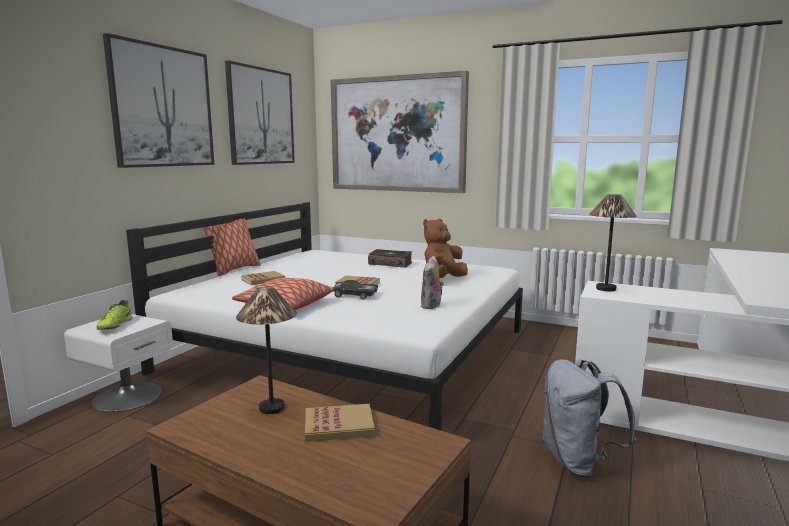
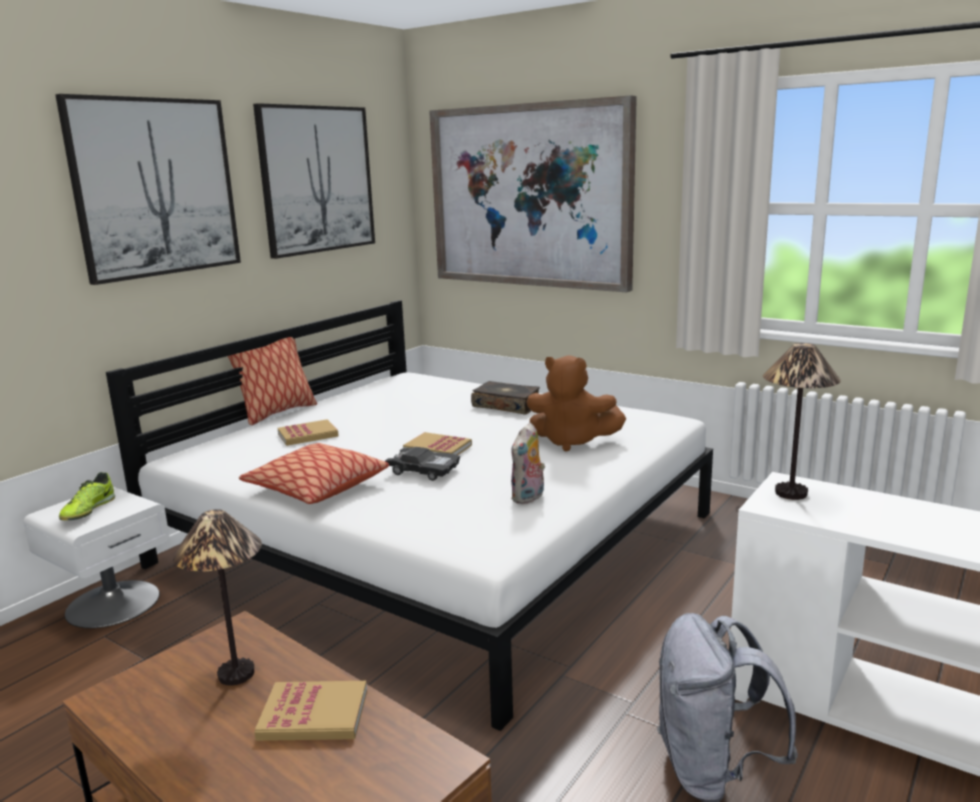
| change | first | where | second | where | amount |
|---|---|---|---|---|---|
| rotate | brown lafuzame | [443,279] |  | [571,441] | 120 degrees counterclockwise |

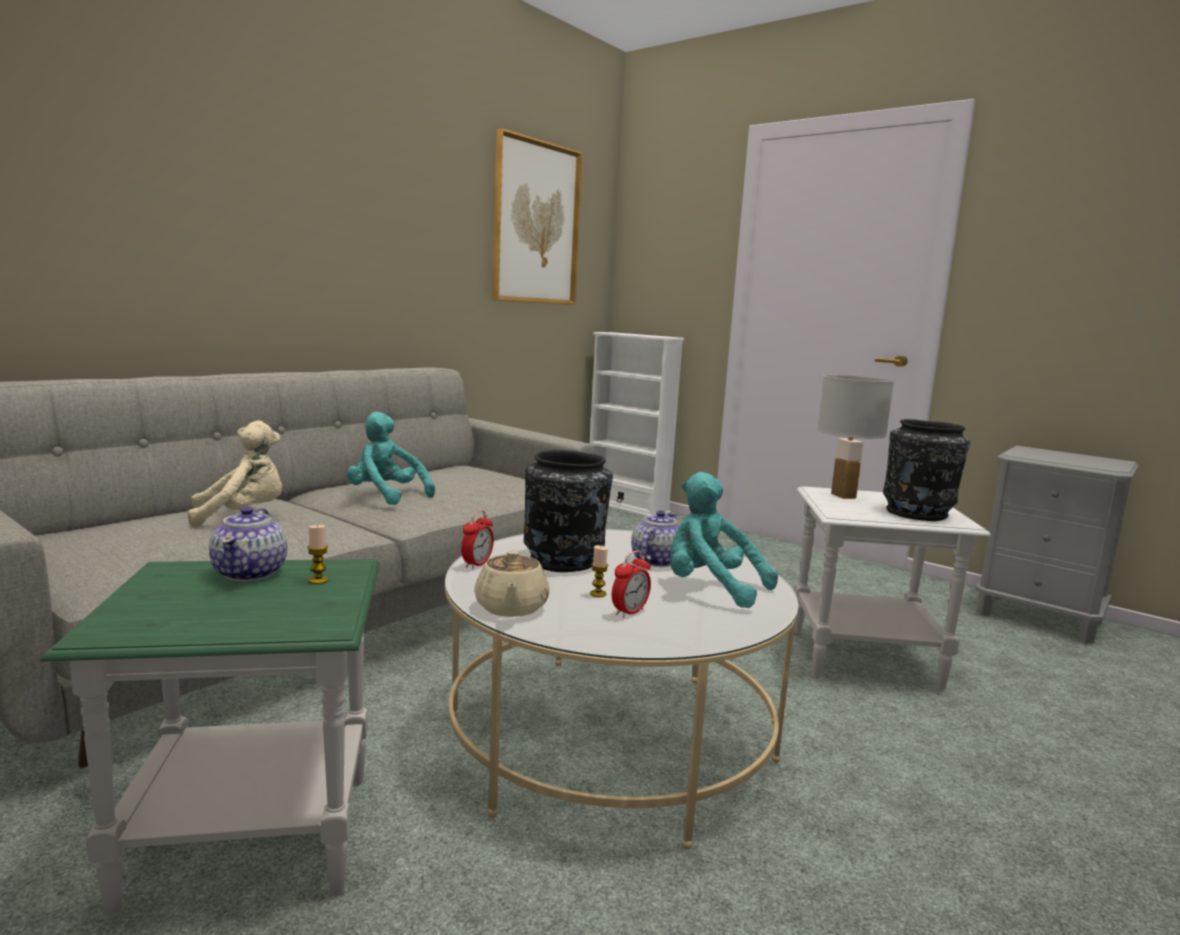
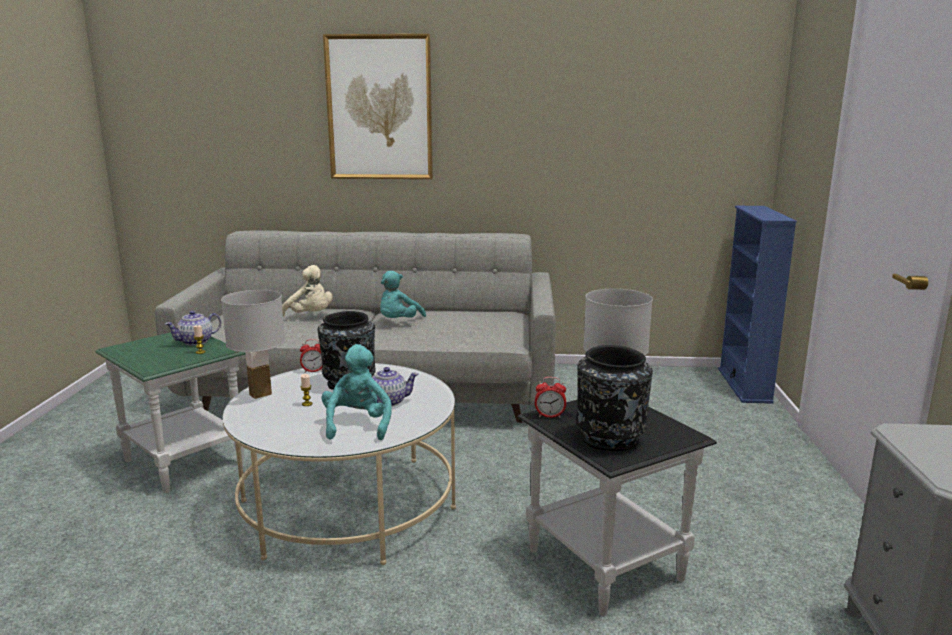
| change | first | where | second | where | amount |
|---|---|---|---|---|---|
| replace | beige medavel | [511,608] | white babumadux | [260,394] |  |
| move | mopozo | [536,223] |  | [379,108] |  |
| rotate | turquoise lafuzame | [386,496] |  | [398,322] | 150 degrees counterclockwise |
| recolor | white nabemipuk | [865,658] | black nabemipuk | [606,565] |  |
| move | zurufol | [629,612] |  | [550,416] |  |
| recolor | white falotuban | [626,507] | blue falotuban | [744,385] |  |

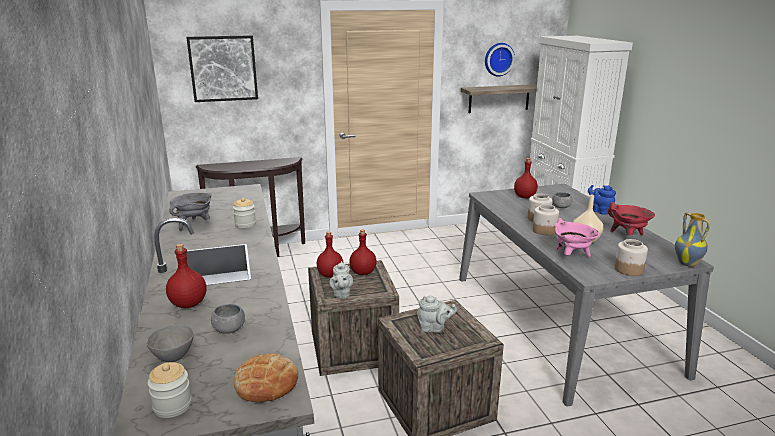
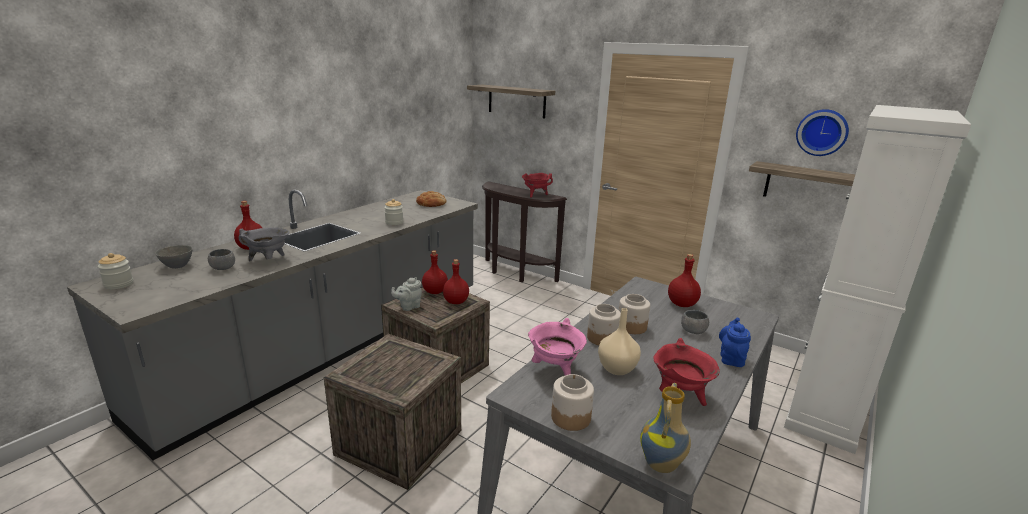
| change | first | where | second | where | amount |
|---|---|---|---|---|---|
| move | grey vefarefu | [194,225] |  | [268,261] |  |
| move | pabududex | [266,383] |  | [431,203] |  |
| replace | mopozo | [223,68] | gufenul | [516,101] |  |
| insert |  |  | red vefarefu | [535,195] |  |
| delete | grey medavel | [434,328] |  |  |  |

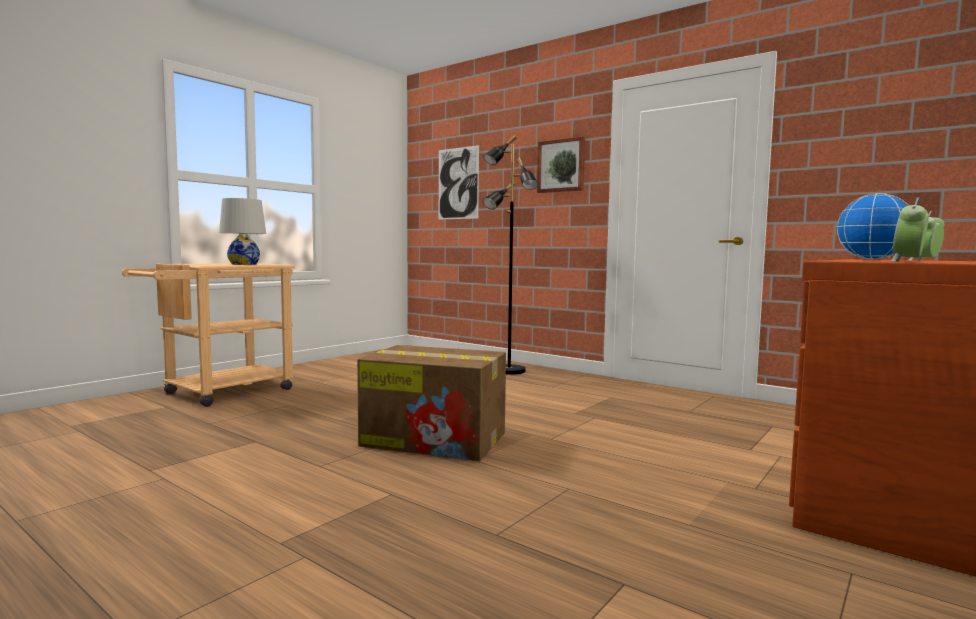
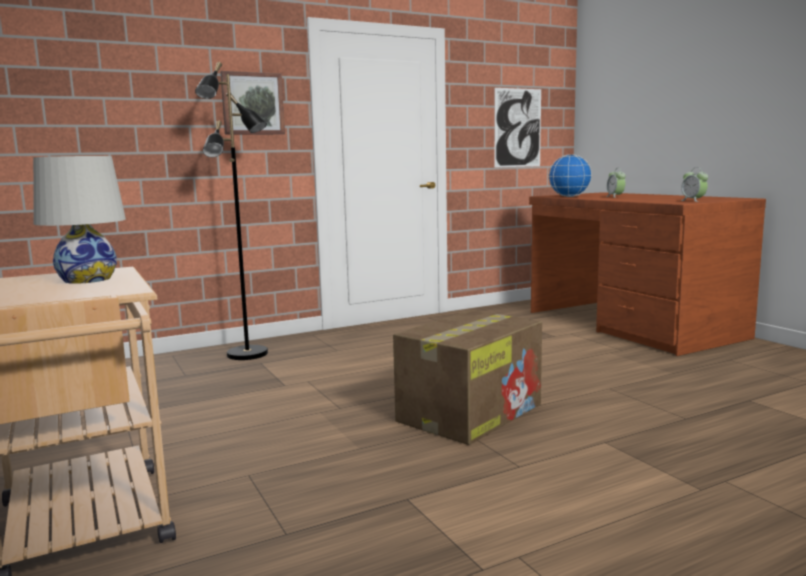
| change | first | where | second | where | amount |
|---|---|---|---|---|---|
| move | mopozo | [458,183] |  | [517,128] |  |

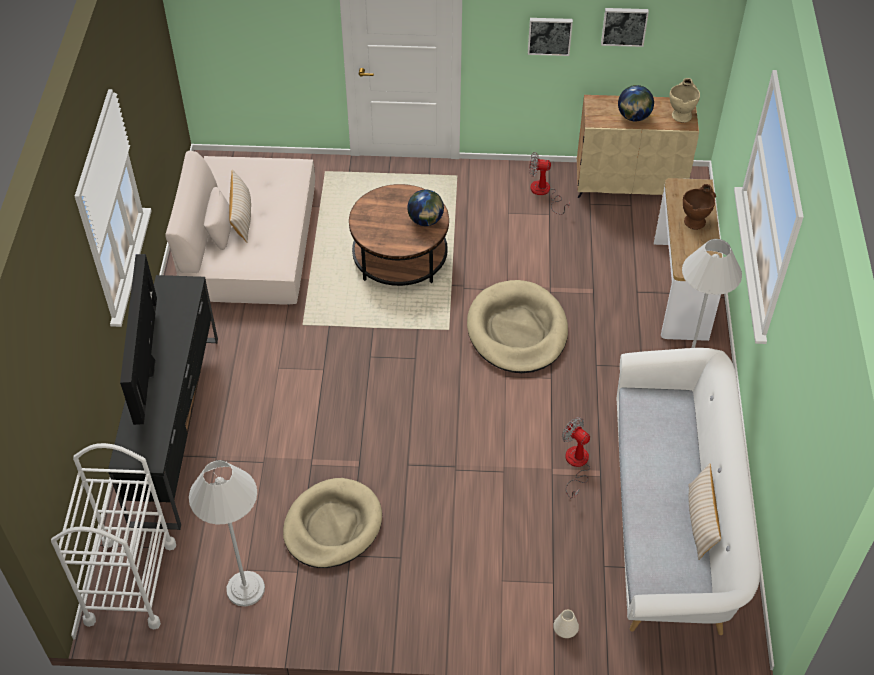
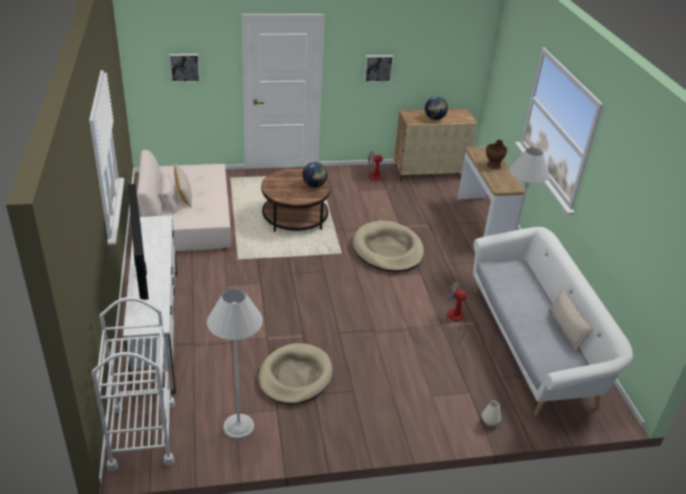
| change | first | where | second | where | amount |
|---|---|---|---|---|---|
| recolor | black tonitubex | [176,427] | white tonitubex | [157,328] |  |
| move | mopozo | [624,26] |  | [184,67] |  |
| delete | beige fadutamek | [681,113] |  |  |  |

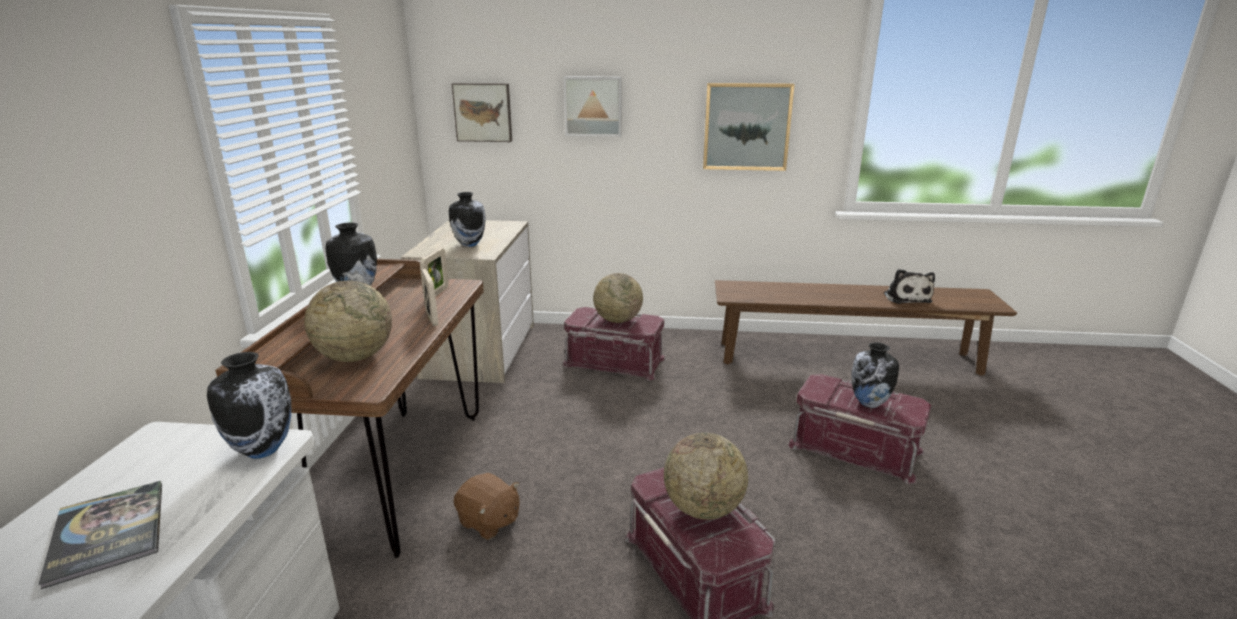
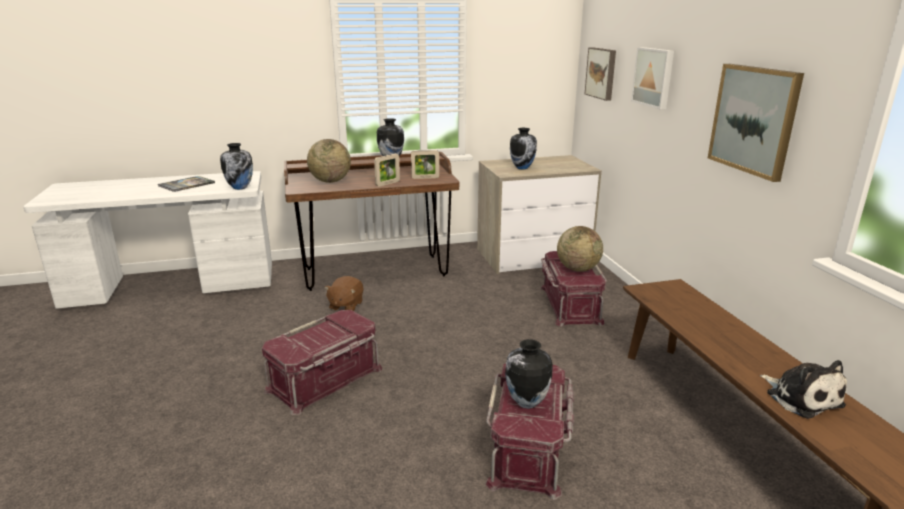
| change | first | where | second | where | amount |
|---|---|---|---|---|---|
| rotate | lafuzame | [906,297] |  | [801,397] | 90 degrees counterclockwise |
| delete | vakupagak | [703,509] |  |  |  |

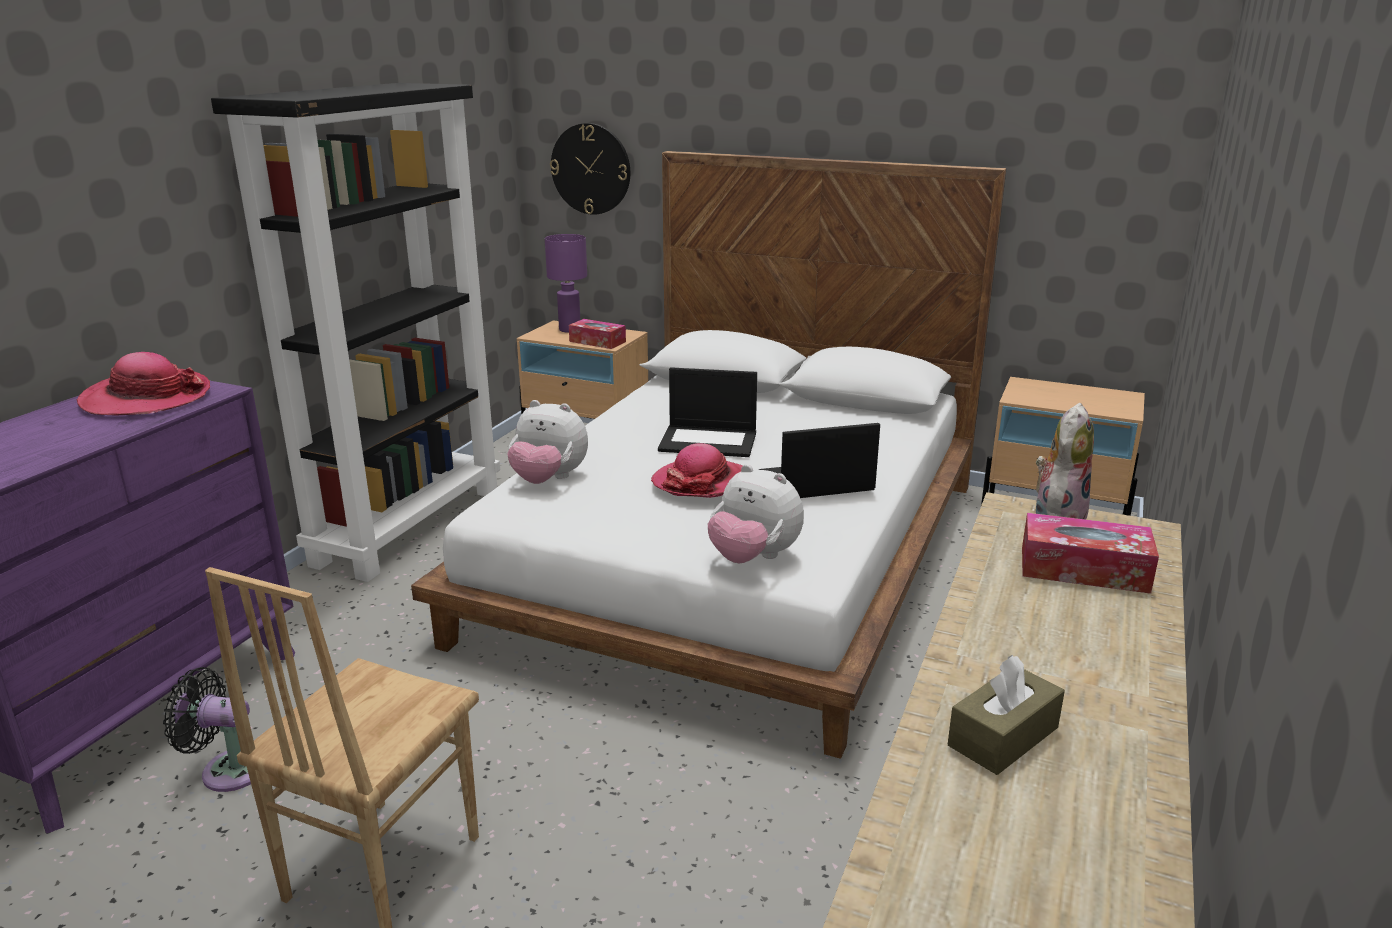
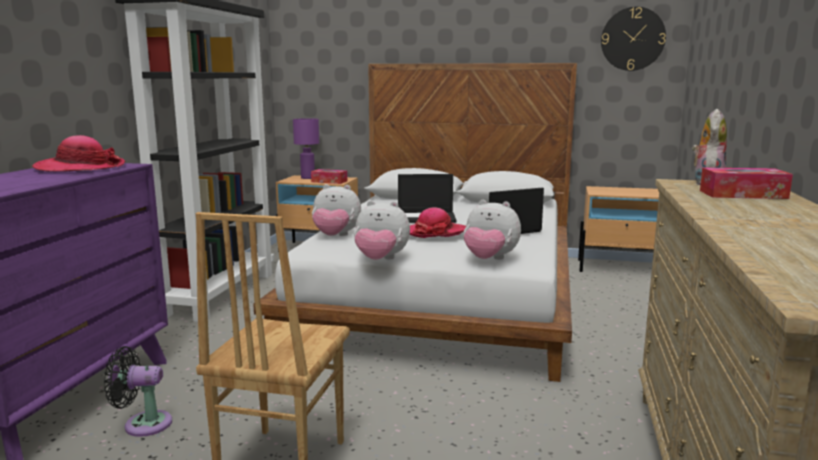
| change | first | where | second | where | amount |
|---|---|---|---|---|---|
| insert |  |  | lafuzame | [380,260] |  |
| move | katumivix | [591,169] |  | [632,39] |  |
| delete | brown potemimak | [1003,736] |  |  |  |

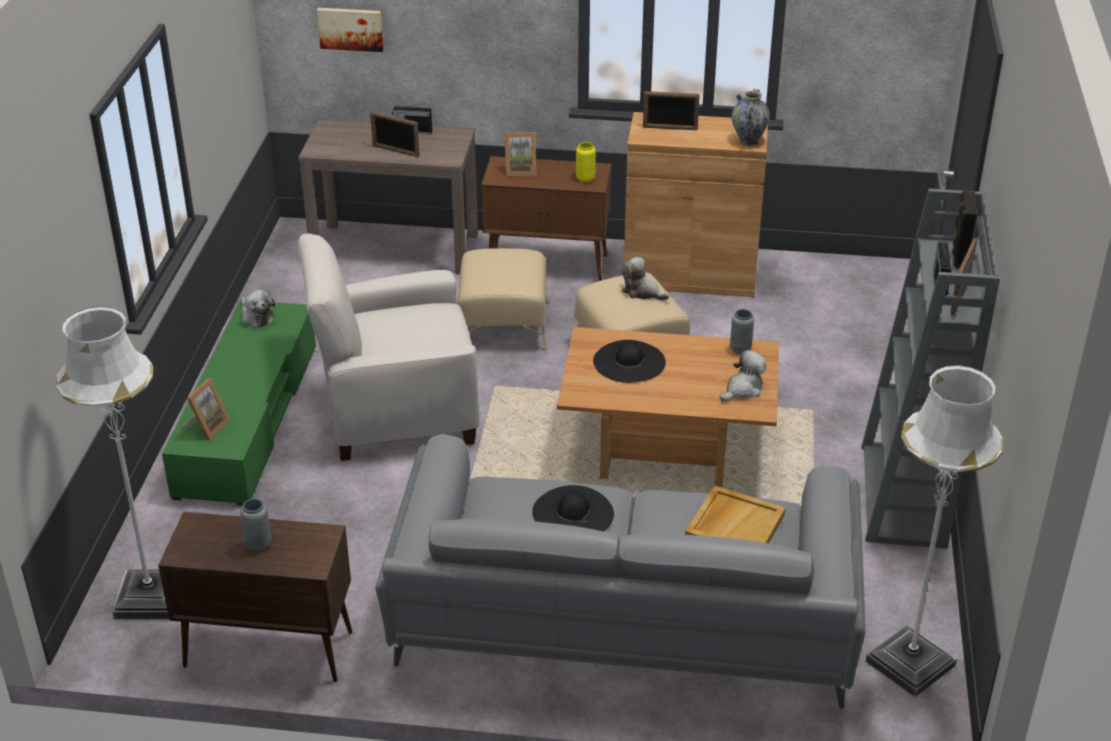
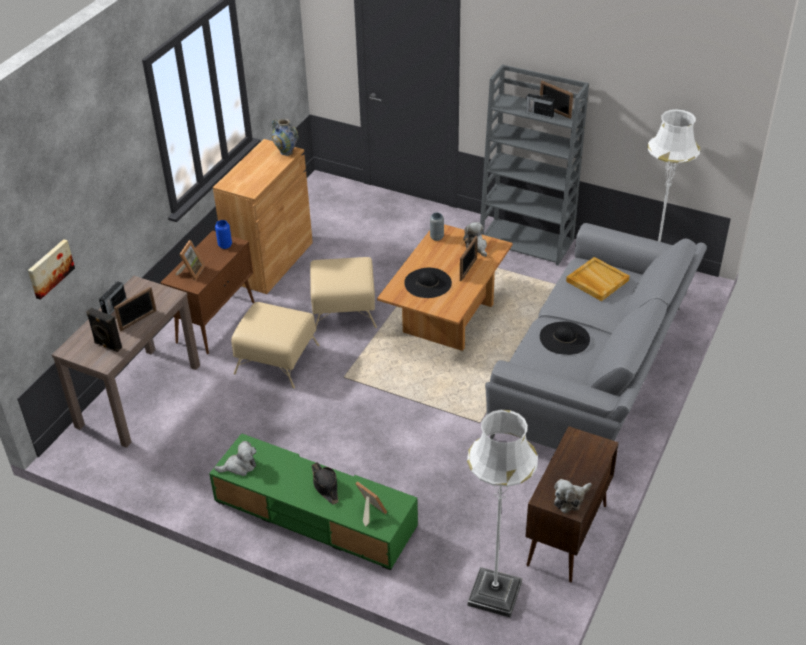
| change | first | where | second | where | amount |
|---|---|---|---|---|---|
| move | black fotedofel | [958,256] |  | [107,346] |  |
| recolor | yellow fadutamek | [585,179] | blue fadutamek | [225,245] |  |
| insert |  |  | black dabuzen | [325,486] |  |
| move | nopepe | [670,128] |  | [468,269] |  |
| move | lafuzame | [642,292] |  | [570,500] |  |
| delete | grey fadutamek | [258,544] |  |  |  |
| delete | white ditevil | [396,411] |  |  |  |

